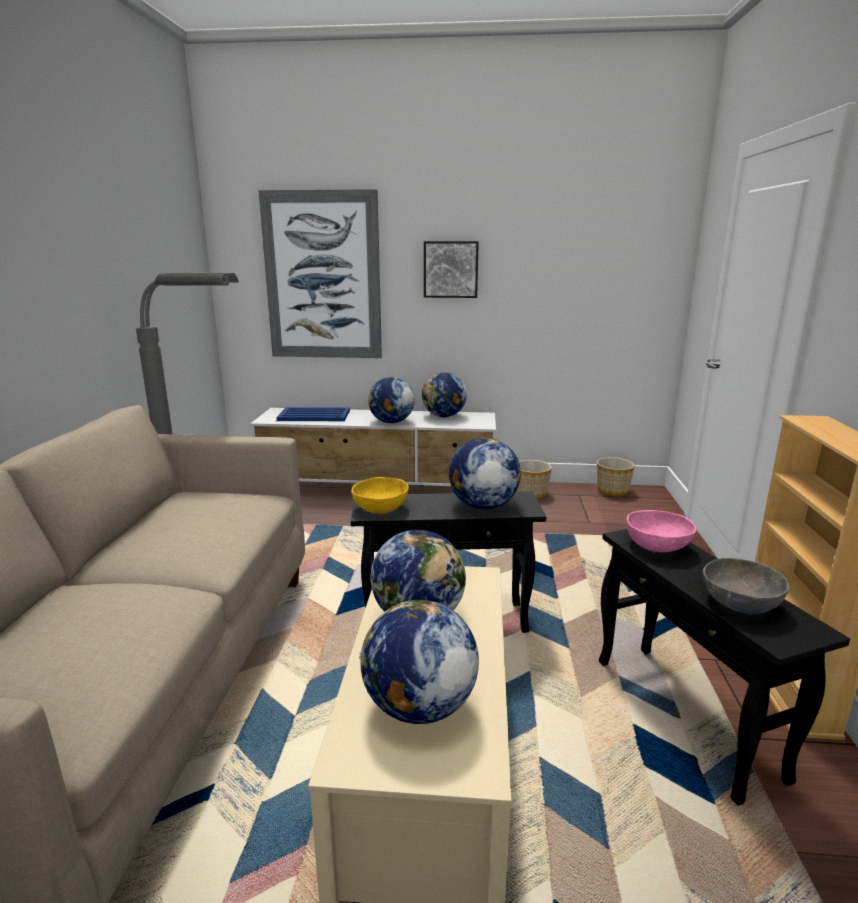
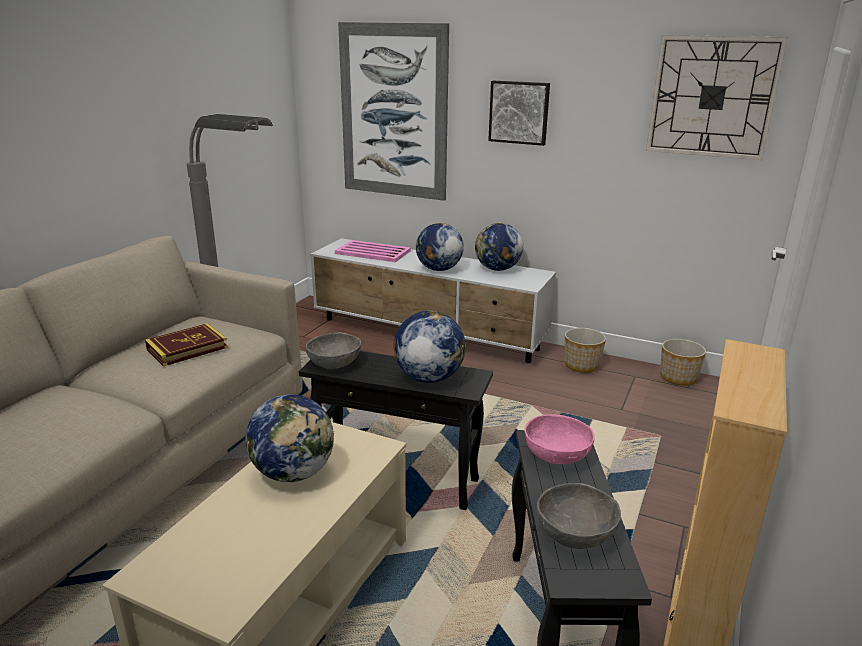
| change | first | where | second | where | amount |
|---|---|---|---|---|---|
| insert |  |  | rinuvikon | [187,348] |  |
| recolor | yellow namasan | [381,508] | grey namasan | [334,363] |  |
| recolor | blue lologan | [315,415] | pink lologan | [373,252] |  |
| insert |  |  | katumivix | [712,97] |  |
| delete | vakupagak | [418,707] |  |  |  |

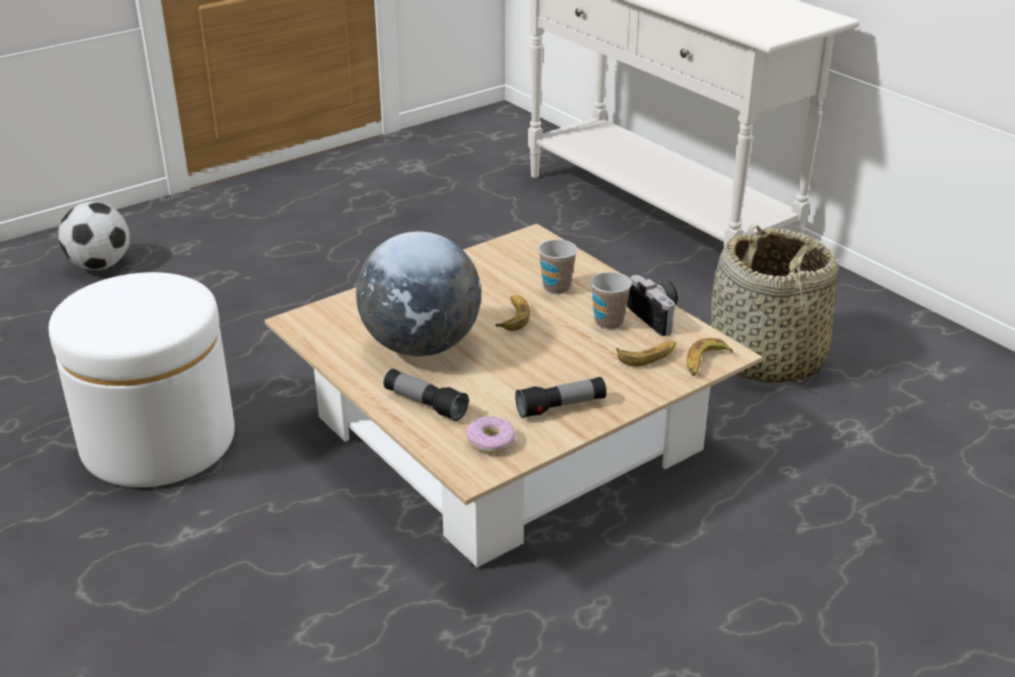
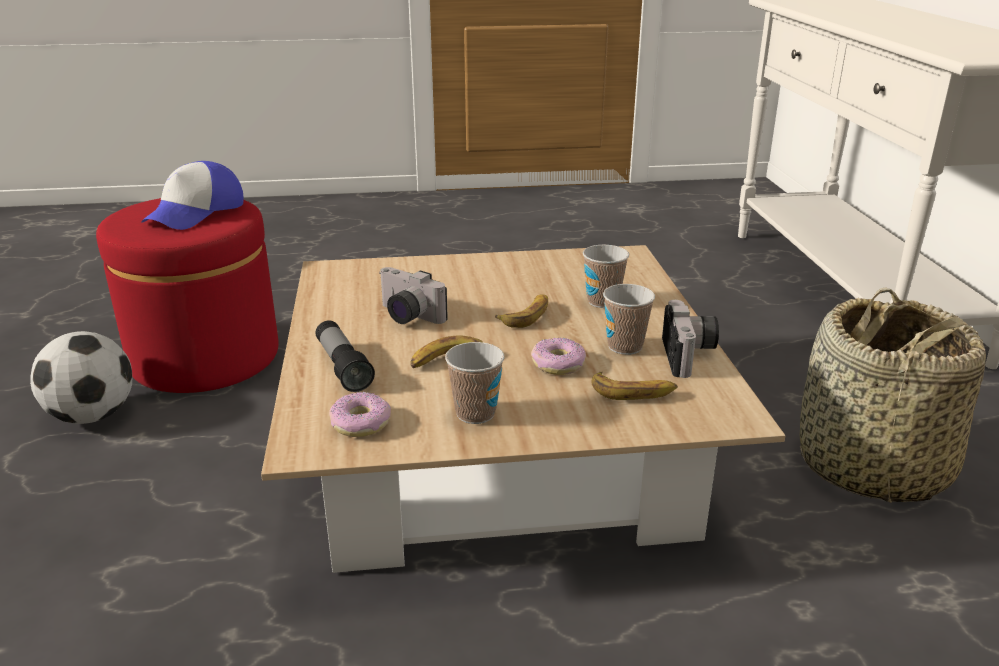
| change | first | where | second | where | amount |
|---|---|---|---|---|---|
| move | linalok | [100,265] |  | [92,416] |  |
| recolor | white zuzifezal | [158,441] | red zuzifezal | [205,357] |  |
| insert |  |  | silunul | [196,213] |  |
| replace | vakupagak | [421,346] | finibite | [406,316] |  |
| move | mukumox | [704,362] |  | [447,361] |  |
| replace | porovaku | [561,407] | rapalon | [475,413] |  |
| insert |  |  | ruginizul | [558,364] |  |

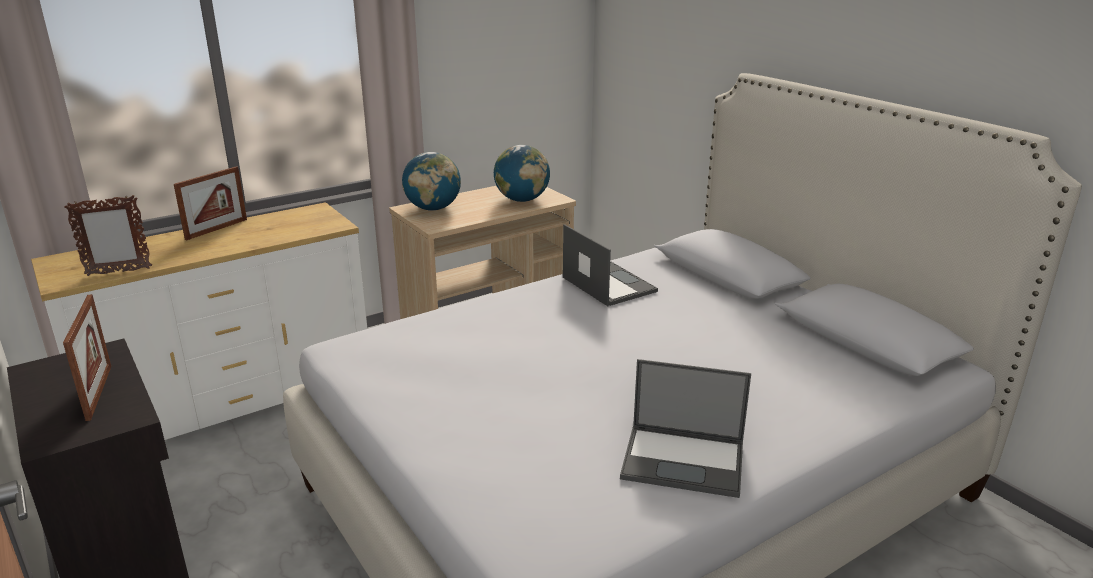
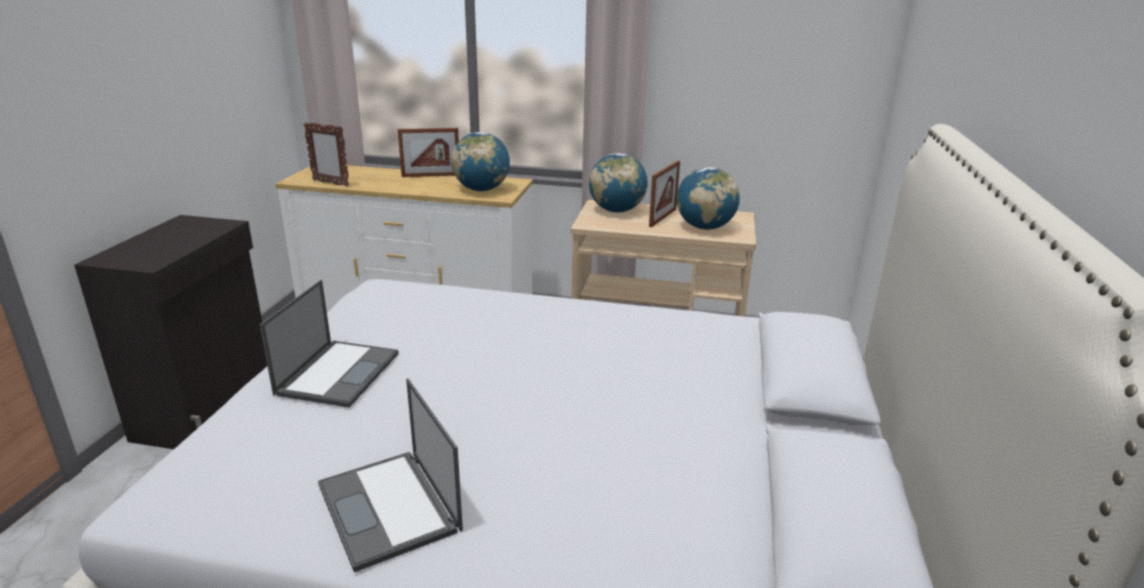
| change | first | where | second | where | amount |
|---|---|---|---|---|---|
| move | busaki | [607,284] |  | [338,372] |  |
| insert |  |  | vakupagak | [481,190] |  |
| move | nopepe | [99,392] |  | [662,218] |  |

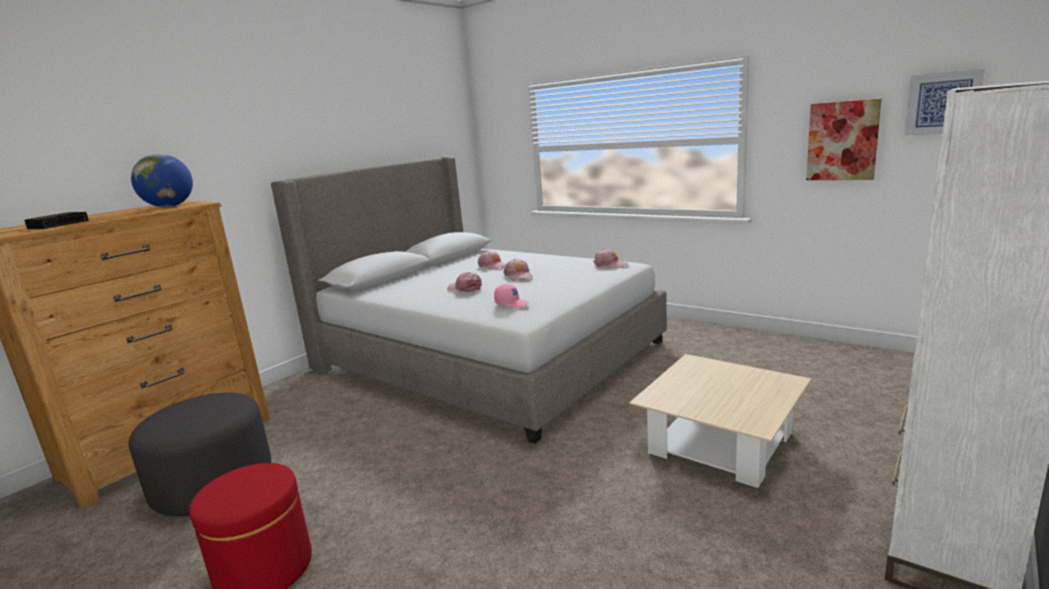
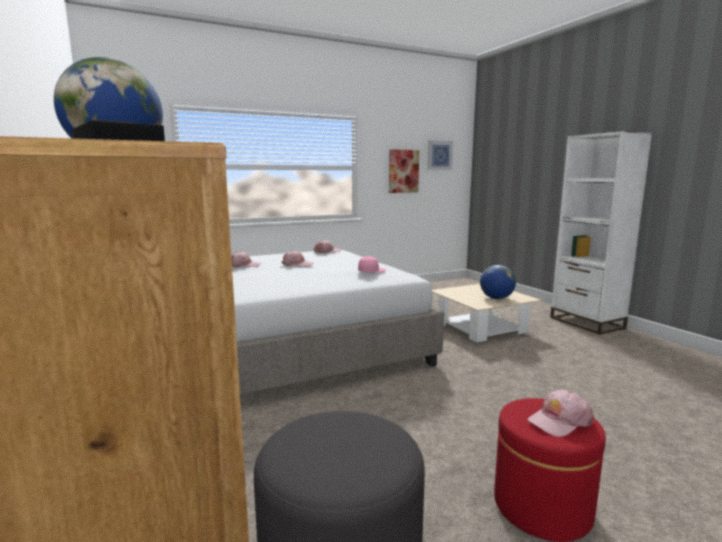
| change | first | where | second | where | amount |
|---|---|---|---|---|---|
| insert |  |  | vakupagak | [496,298] |  |
| move | pink silunul | [465,288] |  | [559,421] |  |

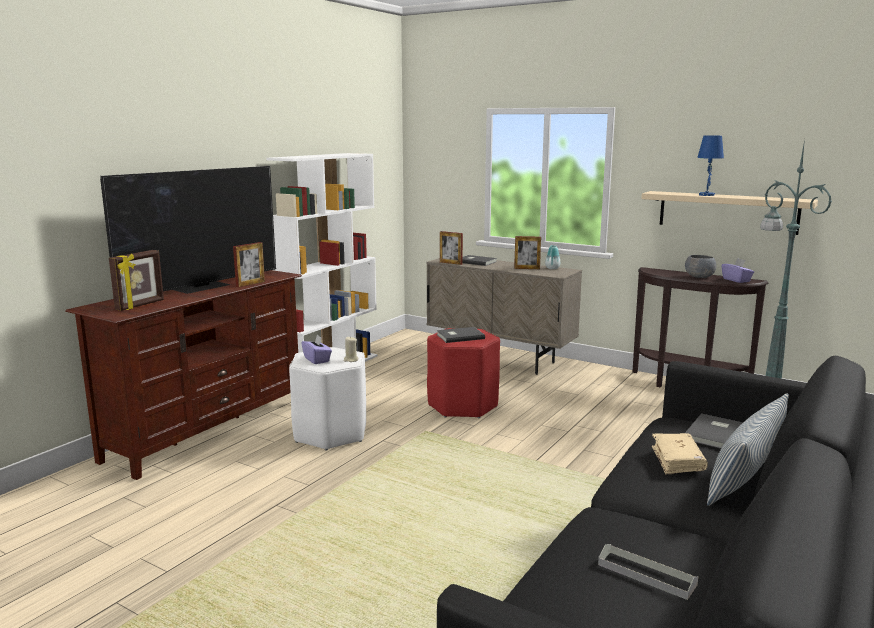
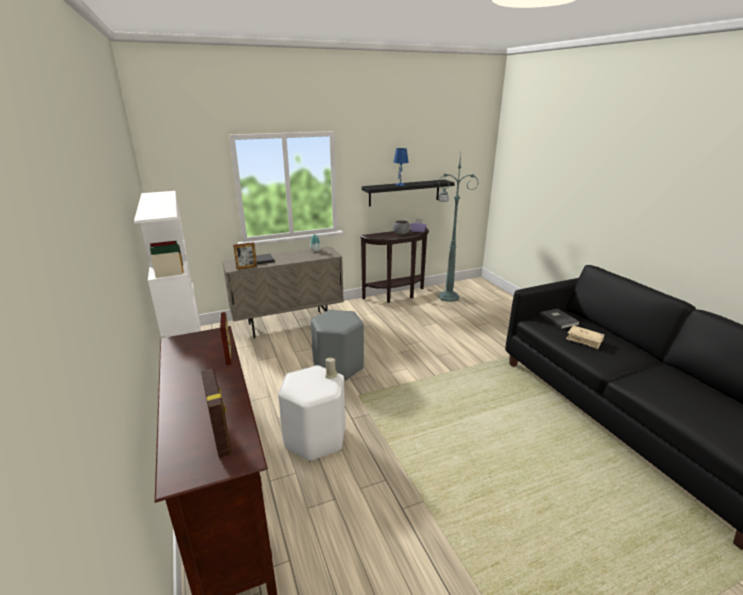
| change | first | where | second | where | amount |
|---|---|---|---|---|---|
| recolor | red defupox | [462,406] | grey defupox | [338,366] |  |
| recolor | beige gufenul | [727,212] | black gufenul | [404,192] |  |
| delete | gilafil | [202,286] |  |  |  |
| delete | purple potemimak | [317,360] |  |  |  |
| delete | grey rinuvikon | [459,336] |  |  |  |
| delete | nopepe | [527,268] |  |  |  |
| delete | grey lologan | [646,574] |  |  |  |
| delete | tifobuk | [745,478] |  |  |  |

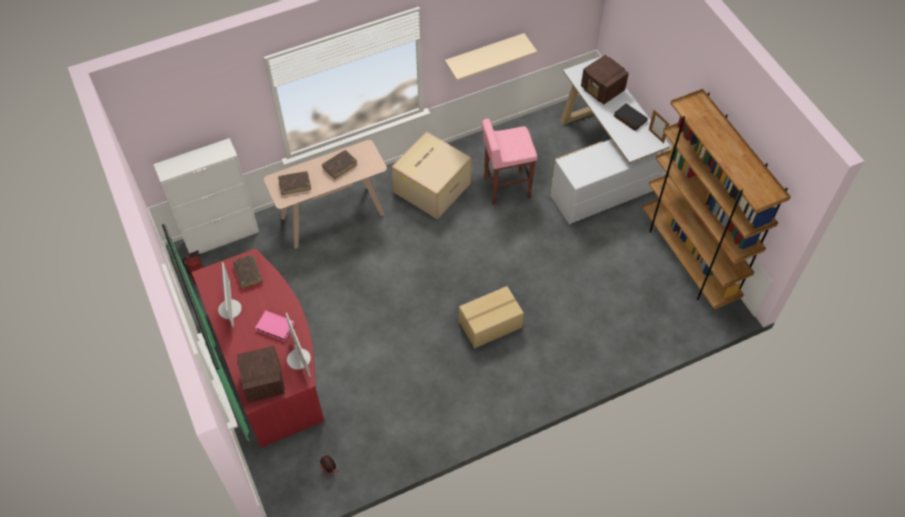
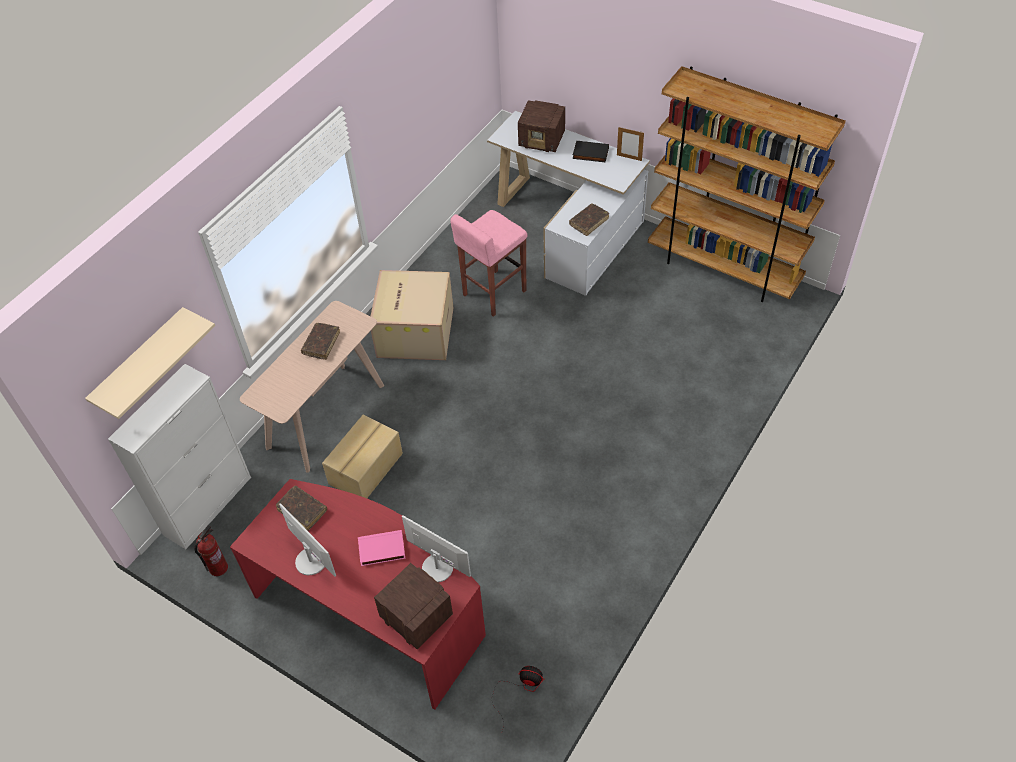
| change | first | where | second | where | amount |
|---|---|---|---|---|---|
| move | beige gufenul | [484,54] |  | [140,362] |  |
| move | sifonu | [490,325] |  | [366,468] |  |
| move | brown rinuvikon | [295,185] |  | [589,222] |  |

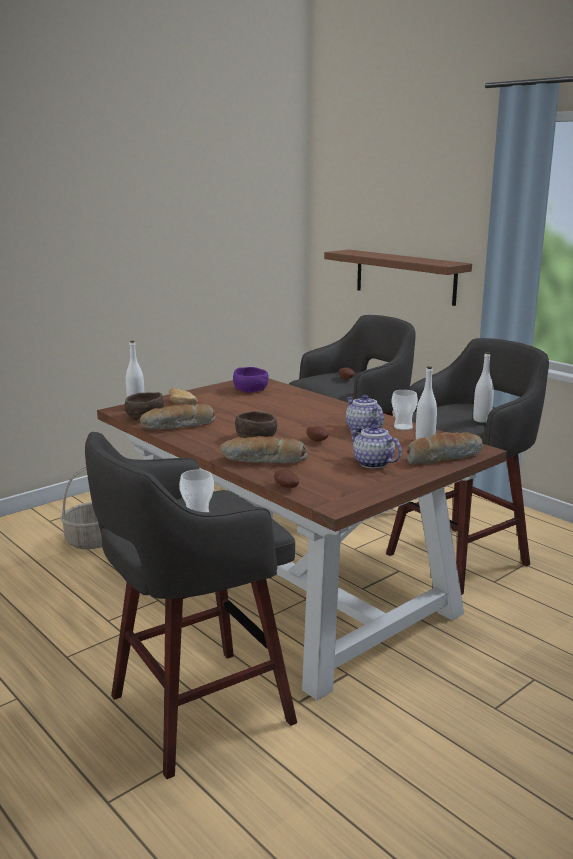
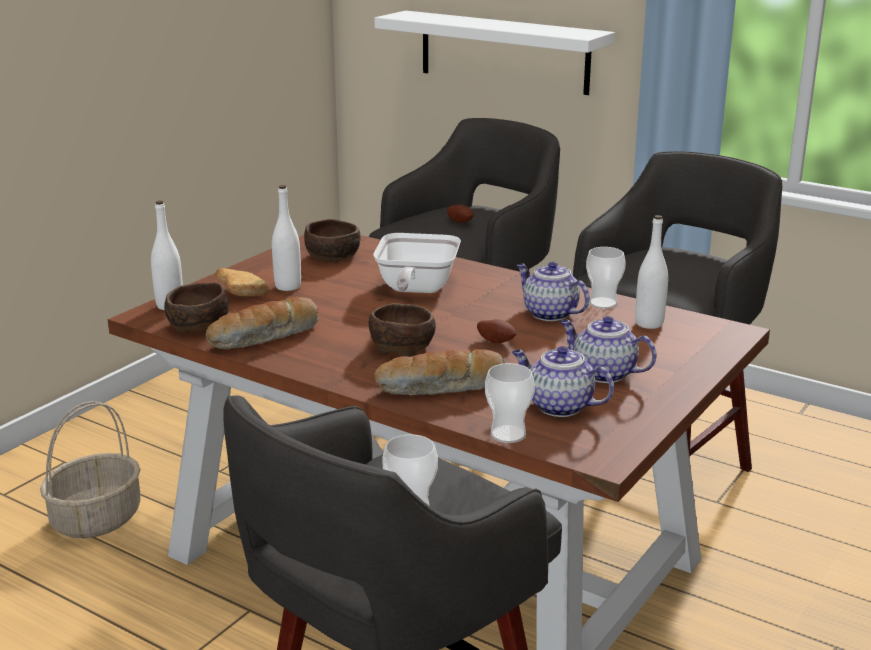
| change | first | where | second | where | amount |
|---|---|---|---|---|---|
| move | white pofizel | [481,420] |  | [288,286] |  |
| recolor | purple namasan | [251,390] | brown namasan | [334,256] |  |
| insert |  |  | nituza | [415,290] |  |
| recolor | brown gufenul | [405,276] | white gufenul | [503,52] |  |
| replace | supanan | [285,487] | rapalon | [508,434] |  |
| insert |  |  | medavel | [558,406] |  |
| delete | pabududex | [443,457] |  |  |  |

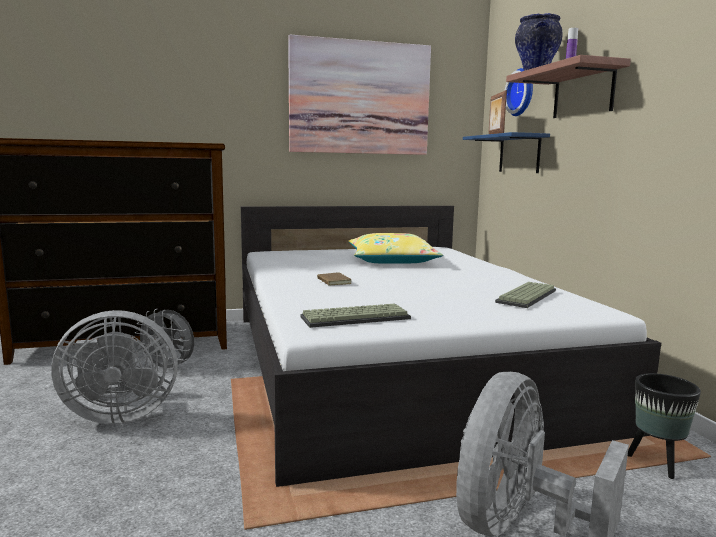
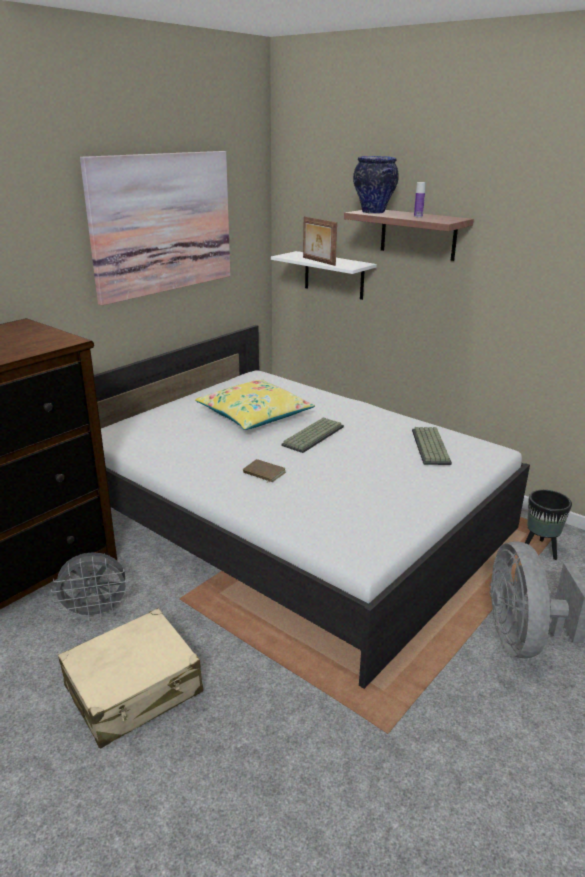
| change | first | where | second | where | amount |
|---|---|---|---|---|---|
| replace | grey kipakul | [118,415] | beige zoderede | [134,690] |  |
| recolor | blue gufenul | [519,154] | white gufenul | [334,275] |  |
| move | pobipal | [356,317] |  | [312,435] |  |
| delete | katumivix | [522,92] |  |  |  |

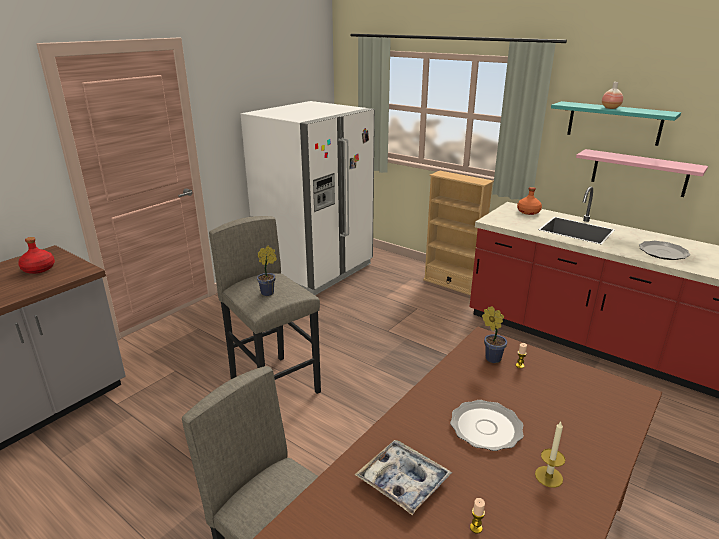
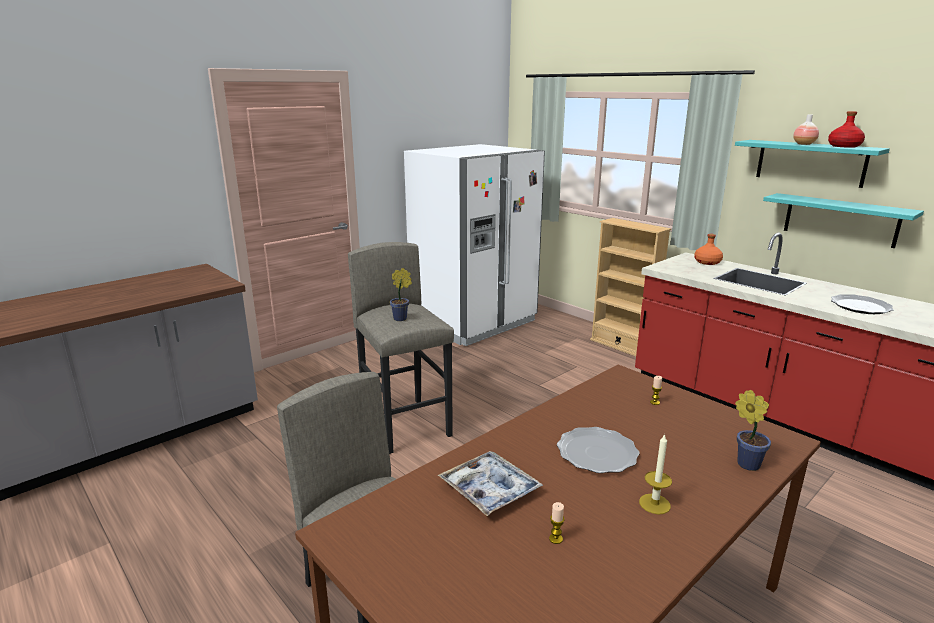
| change | first | where | second | where | amount |
|---|---|---|---|---|---|
| move | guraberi | [491,358] |  | [745,463] |  |
| recolor | pink gufenul | [639,173] | turquoise gufenul | [840,220] |  |
| move | red pofizel | [39,269] |  | [844,146] |  |

